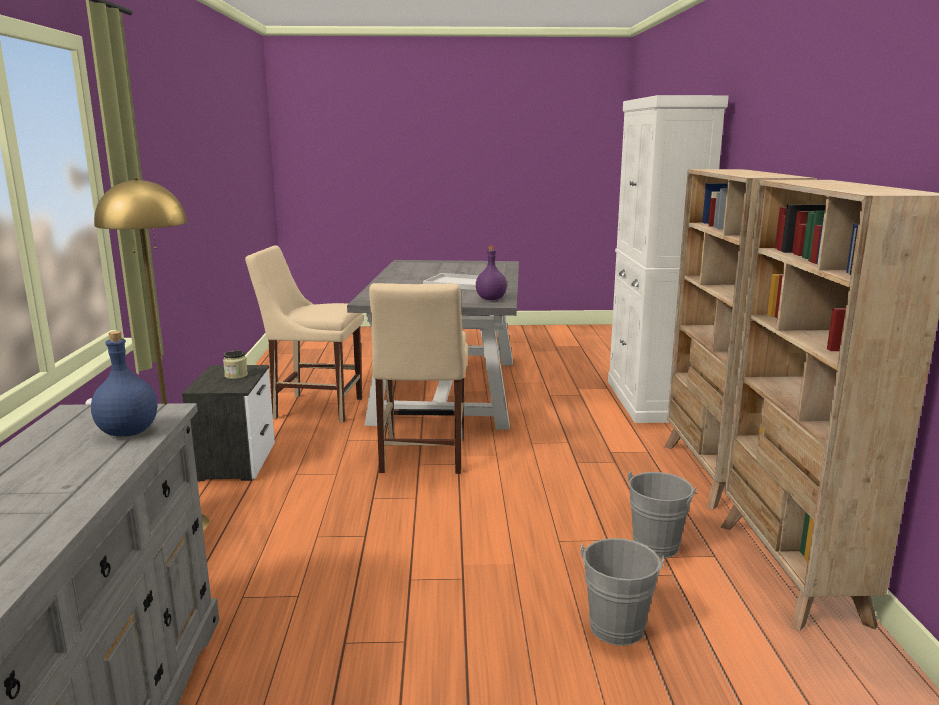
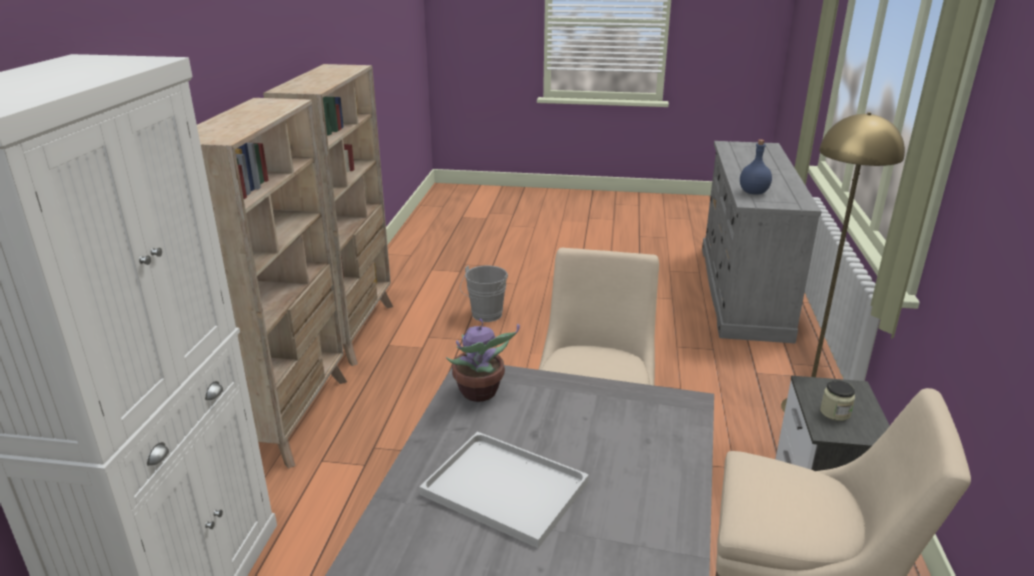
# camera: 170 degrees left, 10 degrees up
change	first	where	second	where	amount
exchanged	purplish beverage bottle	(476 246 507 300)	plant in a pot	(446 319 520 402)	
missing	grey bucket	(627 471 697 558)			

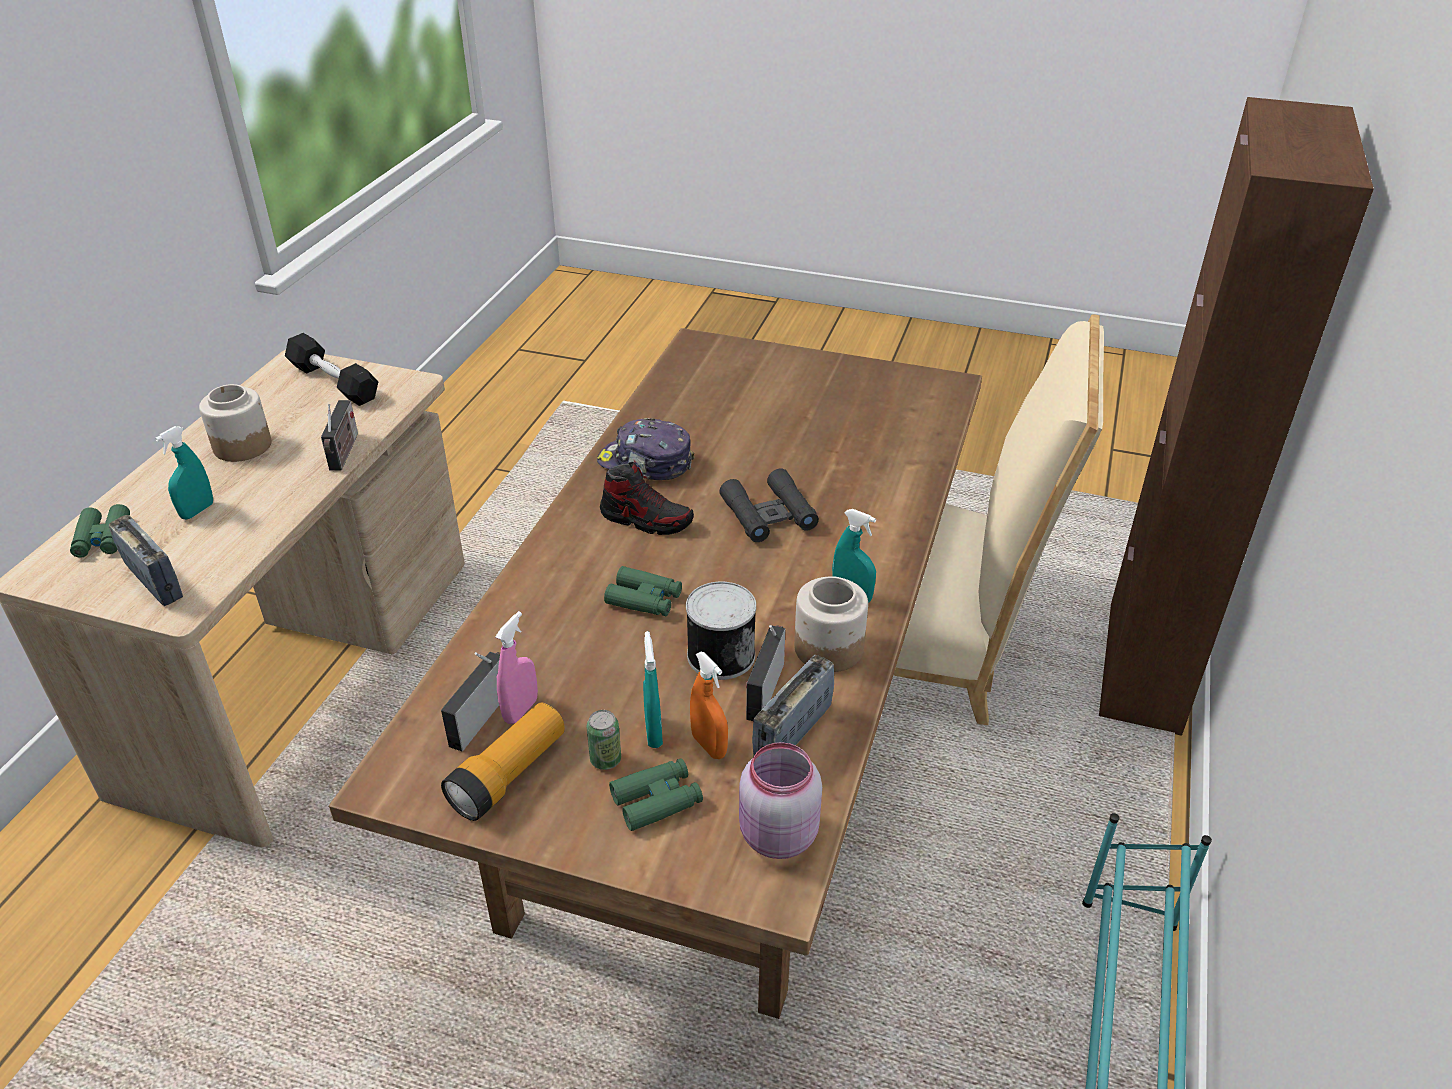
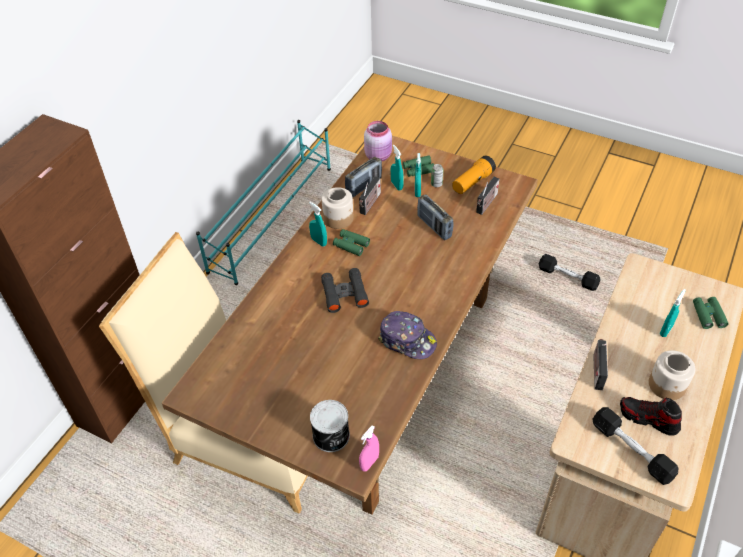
# camera: 170 degrees left, 10 degrees up
change	first	where	second	where	amount
relocated	low shoe	(600 462 694 535)		(620 397 682 436)	
relocated	radio	(108 515 183 606)		(417 194 453 240)	
relocated	green-coloured field glasses	(604 566 682 616)		(333 229 370 256)	
relocated	can	(686 582 756 680)		(310 400 350 452)	
relocated	pink-coloured sprayer	(495 611 538 724)		(359 425 379 472)	
colour	orangey sprayer	(690 652 728 759)	turquoise sprayer	(391 145 404 191)	
appeared			black-coloured hand weight	(539 254 601 291)	

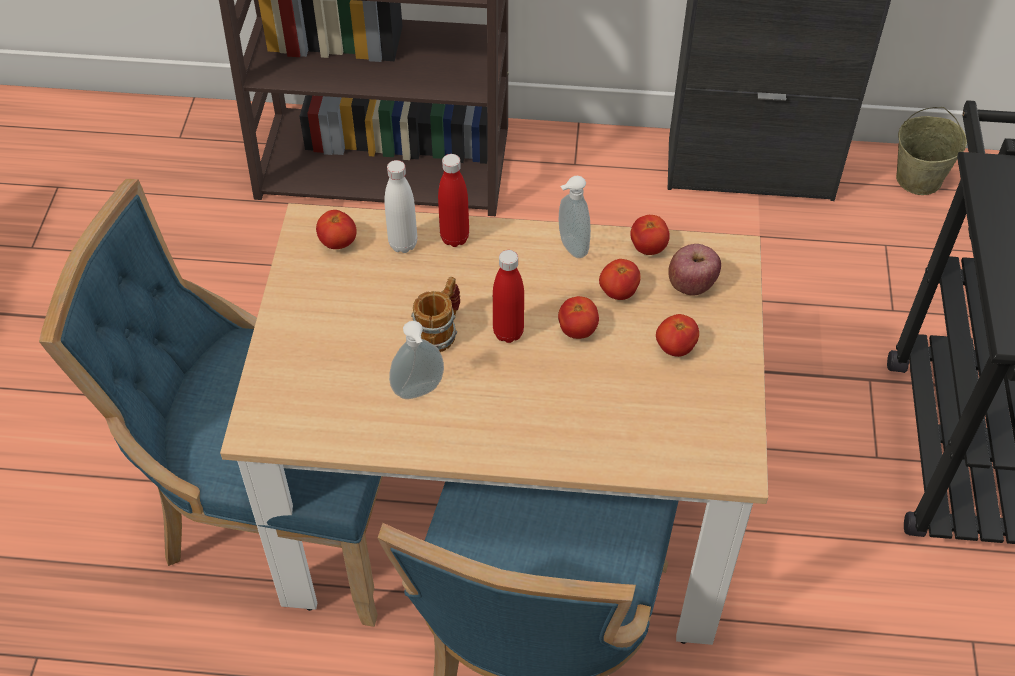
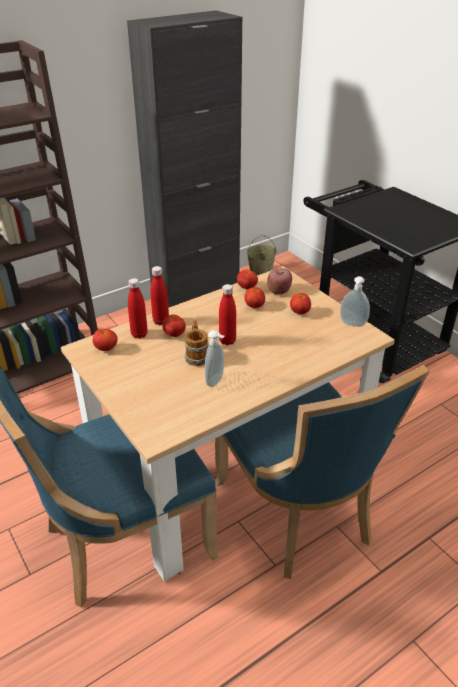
# camera: 40 degrees left, 15 degrees down
change	first	where	second	where	amount
colour	whitish beverage bottle	(384 160 417 253)	red-coloured beverage bottle	(128 278 148 339)	
relocated	soap dispenser	(559 175 591 258)		(340 276 370 327)	
relocated	tomato	(558 296 599 339)		(162 314 186 337)	

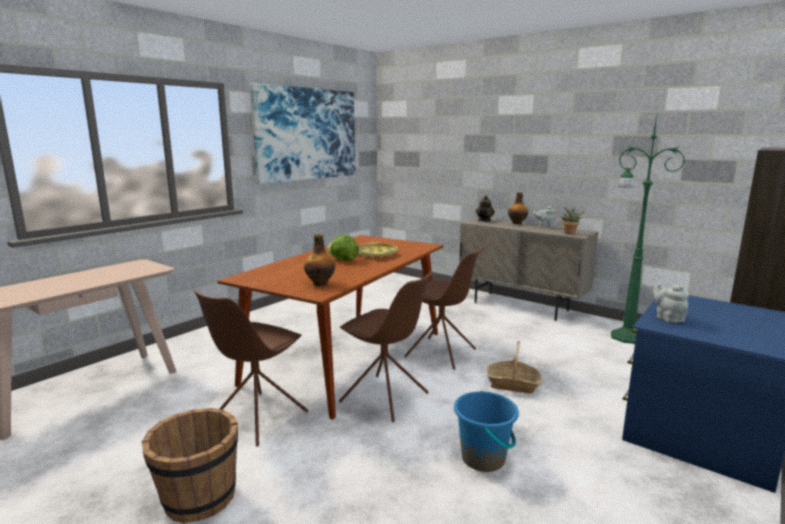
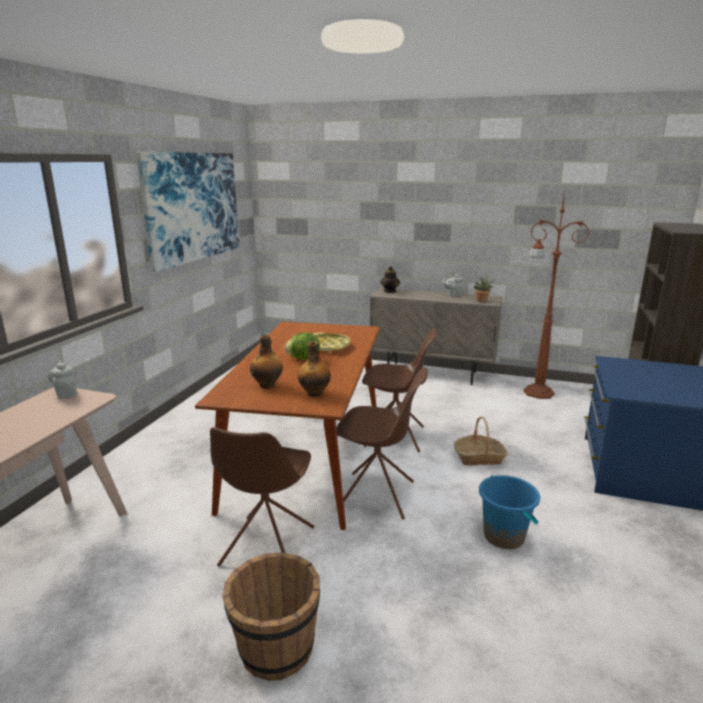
# camera: 20 degrees left, 5 degrees up
change	first	where	second	where	amount
colour	green-coloured floor lamp	(611 114 685 344)	brownish floor lamp	(524 192 589 399)	
relocated	beverage bottle	(508 192 528 224)		(250 335 283 388)	
relocated	grey tea pot	(653 284 689 323)		(48 361 77 399)	

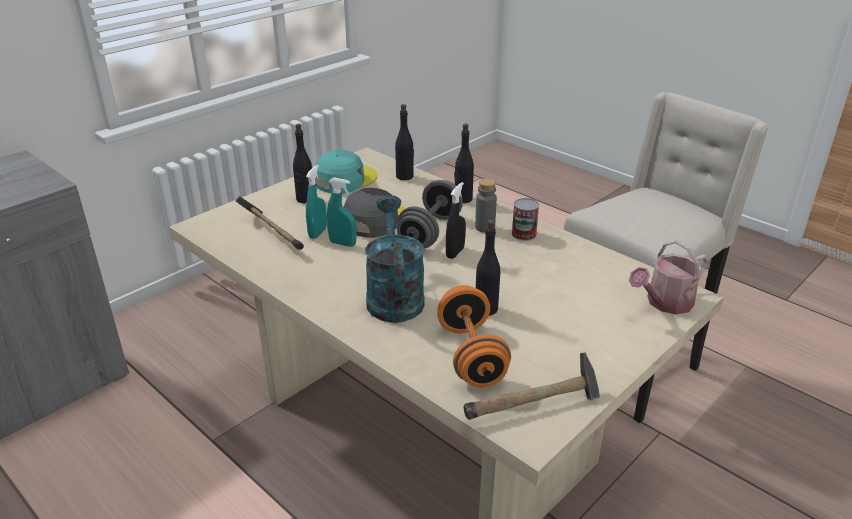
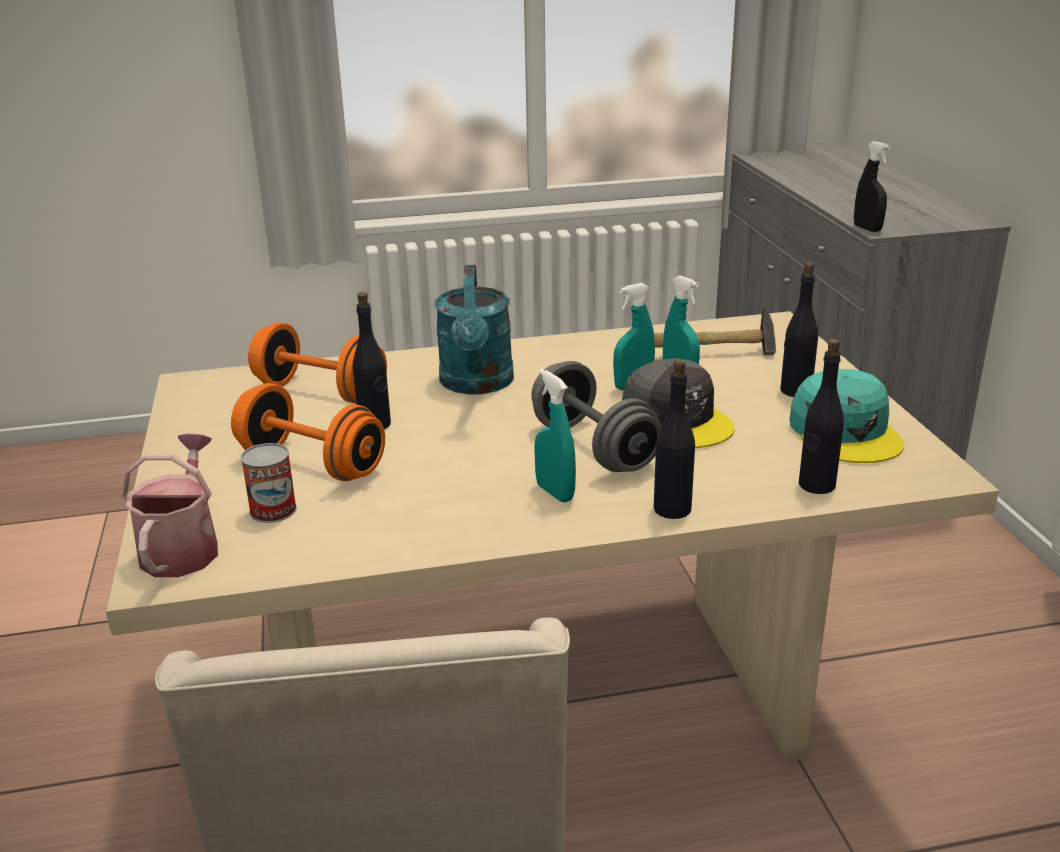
# camera: 125 degrees right, 5 degrees down
change	first	where	second	where	amount
exchanged	grey beverage bottle	(475 178 497 233)	turquoise sprayer	(534 369 576 502)	
relocated	black-coloured sprayer	(446 182 466 259)		(854 141 890 232)	
spun	turquoise watering can	(365 195 425 323)		(434 265 514 395)	60 degrees clockwise
relocated	can	(512 198 539 241)		(241 443 297 523)	
missing	hammer	(464 353 600 420)			
appeared			orangey hand weight	(231 383 385 481)	

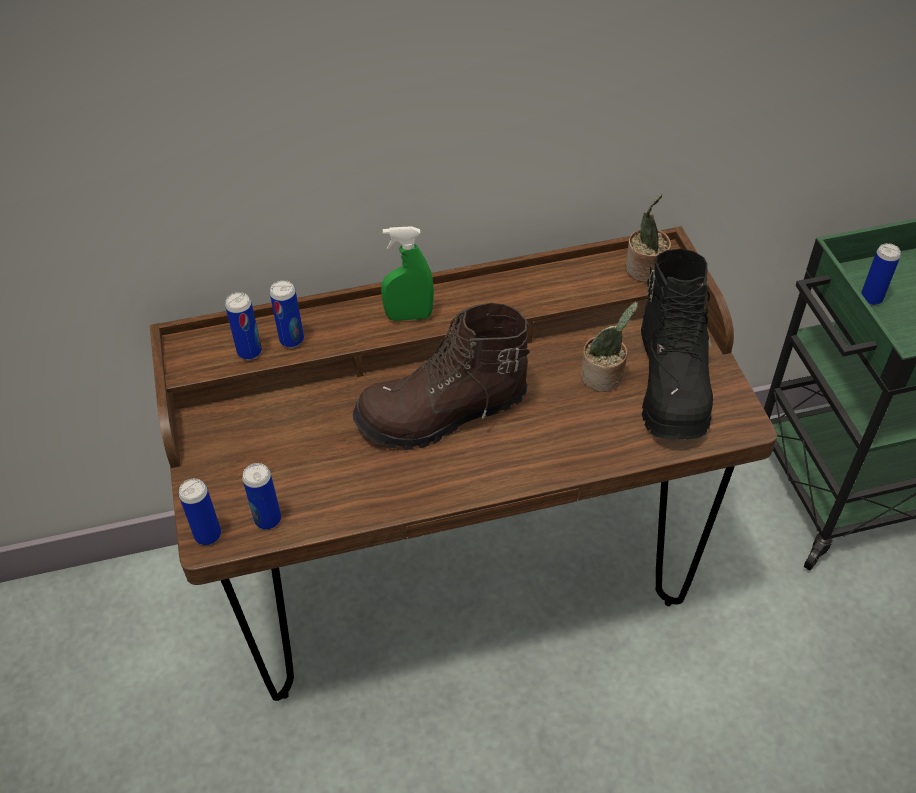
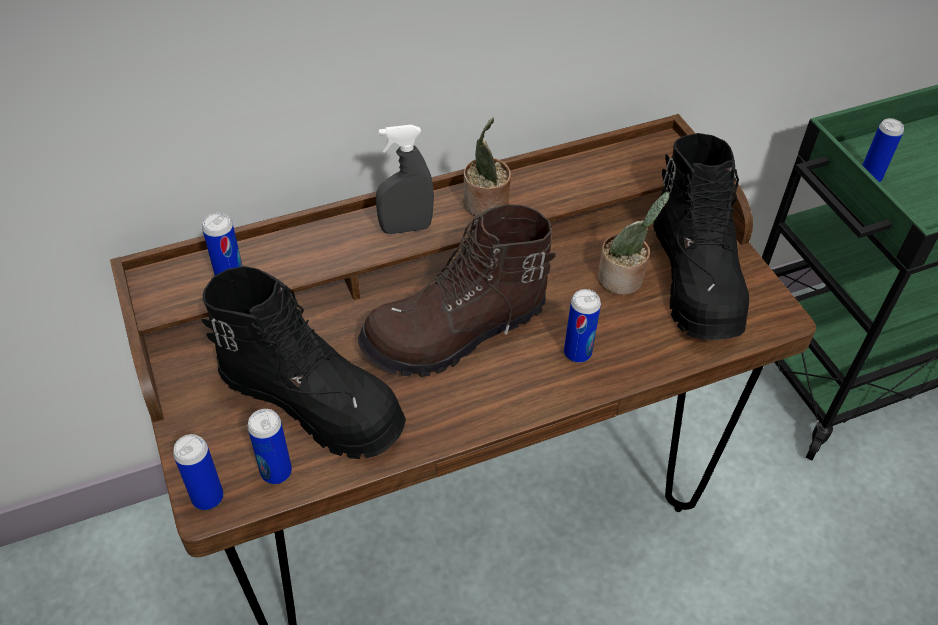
# camera: 10 degrees left, 0 degrees up
change	first	where	second	where	amount
relocated	plant in a pot	(625 194 671 282)		(463 118 511 216)	
colour	green-coloured sprayer	(381 226 434 321)	grey sprayer	(376 125 434 234)	
relocated	can	(270 280 304 348)		(564 289 601 363)	
appeared			black-coloured high-top boot	(202 266 406 459)	

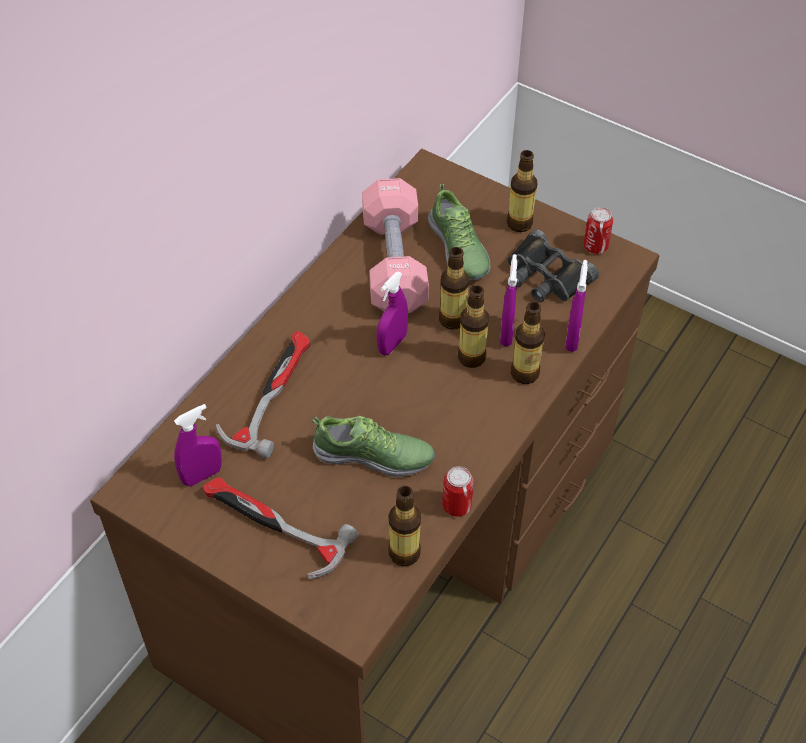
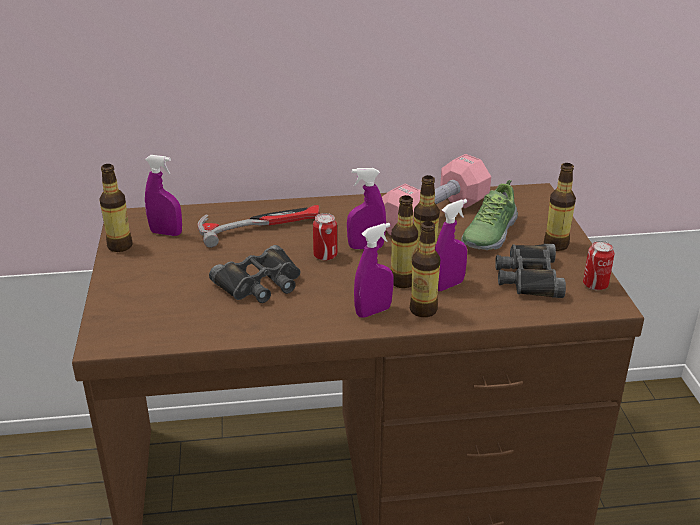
# camera: 50 degrees right, 20 degrees down
change	first	where	second	where	amount
relocated	purplish sprayer	(565 260 588 352)		(354 223 393 317)	
exchanged	low shoe	(312 416 435 477)	black-coloured field glasses	(209 245 300 303)	
relocated	can	(442 466 474 517)		(313 213 337 260)	
missing	hammer	(203 477 359 579)			
relocated	beverage bottle	(388 486 421 567)		(99 164 133 252)	

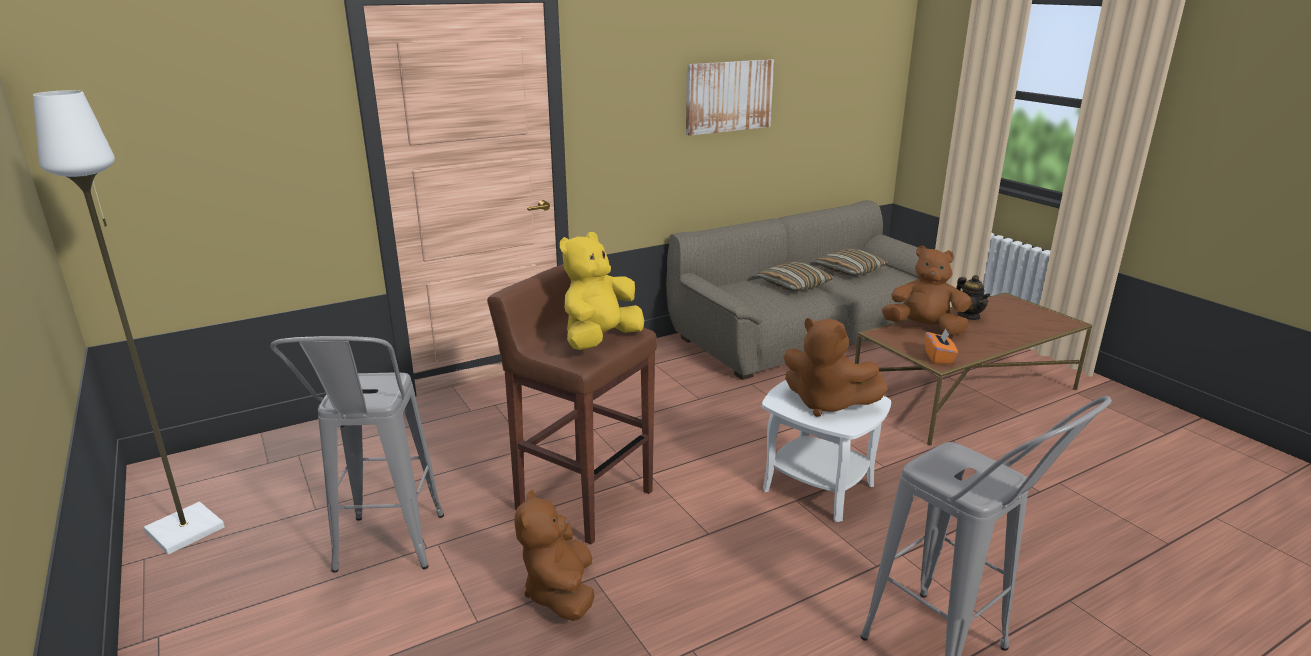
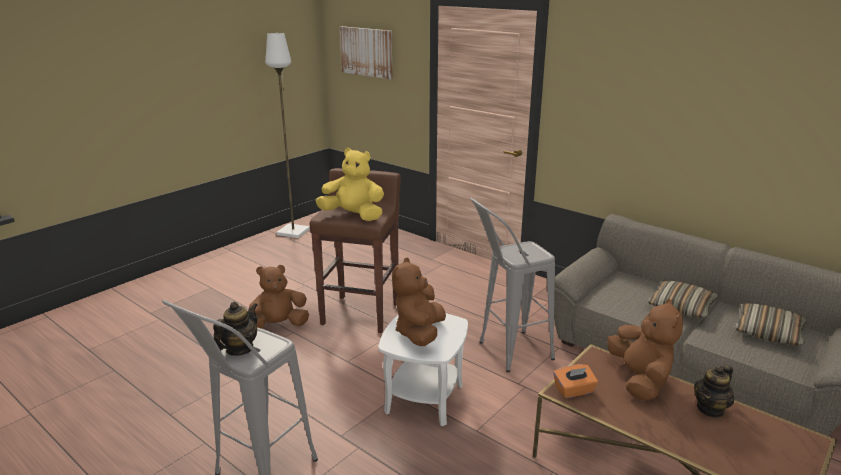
# camera: 70 degrees right, 0 degrees up
change	first	where	second	where	amount
relocated	wall art	(686 59 774 136)		(340 26 393 79)	
relocated	grey stool	(271 336 444 573)		(470 197 555 372)	
appeared			tea pot	(213 302 258 356)	

